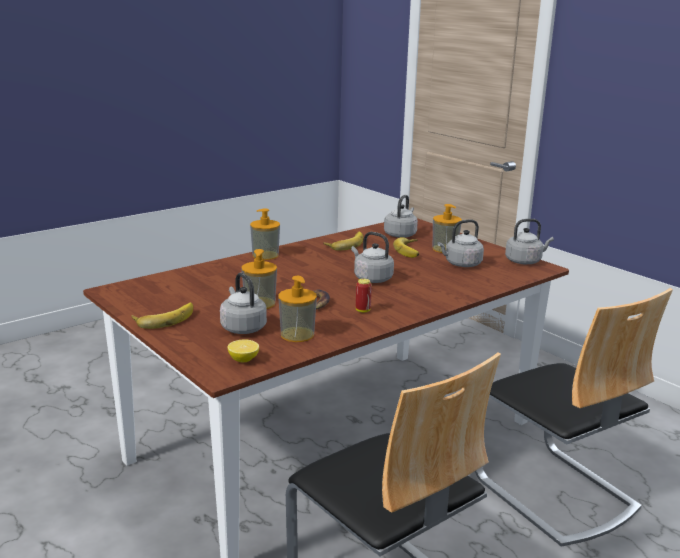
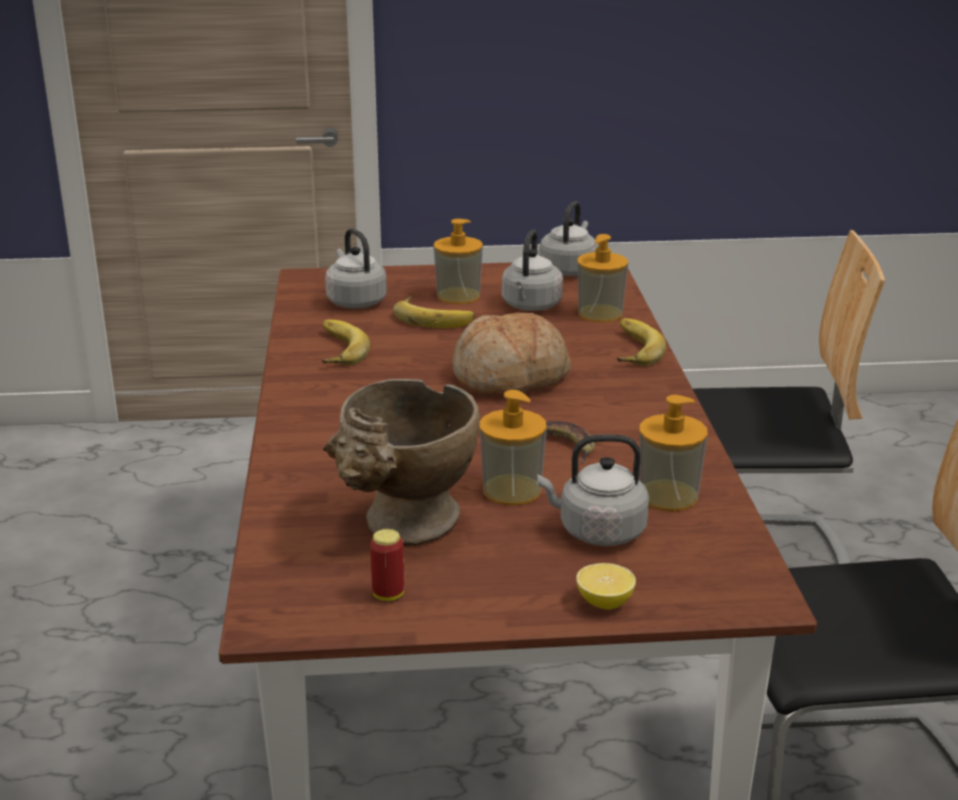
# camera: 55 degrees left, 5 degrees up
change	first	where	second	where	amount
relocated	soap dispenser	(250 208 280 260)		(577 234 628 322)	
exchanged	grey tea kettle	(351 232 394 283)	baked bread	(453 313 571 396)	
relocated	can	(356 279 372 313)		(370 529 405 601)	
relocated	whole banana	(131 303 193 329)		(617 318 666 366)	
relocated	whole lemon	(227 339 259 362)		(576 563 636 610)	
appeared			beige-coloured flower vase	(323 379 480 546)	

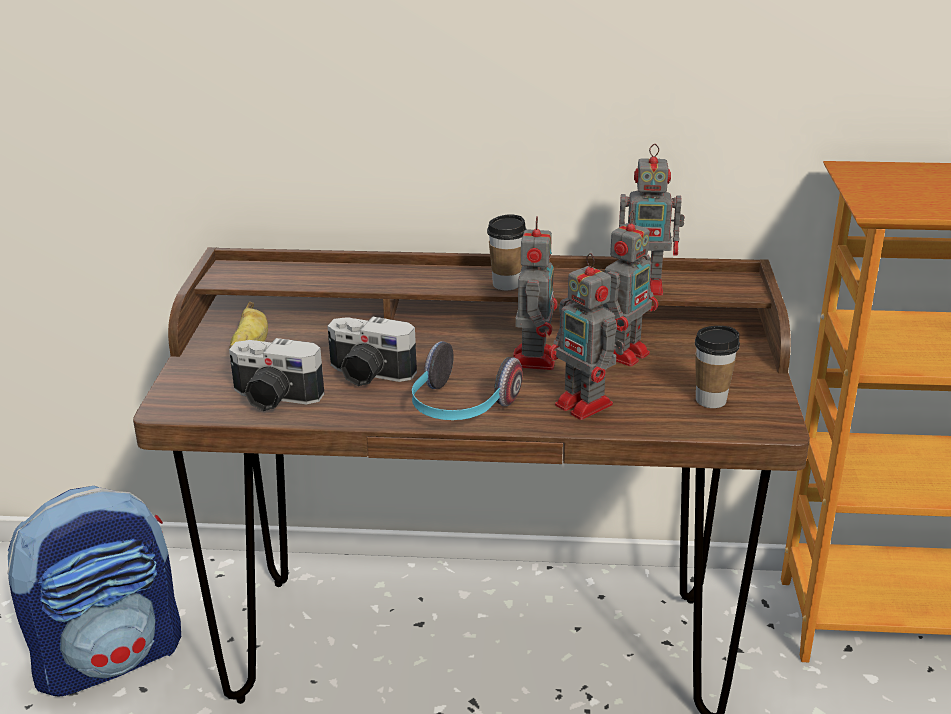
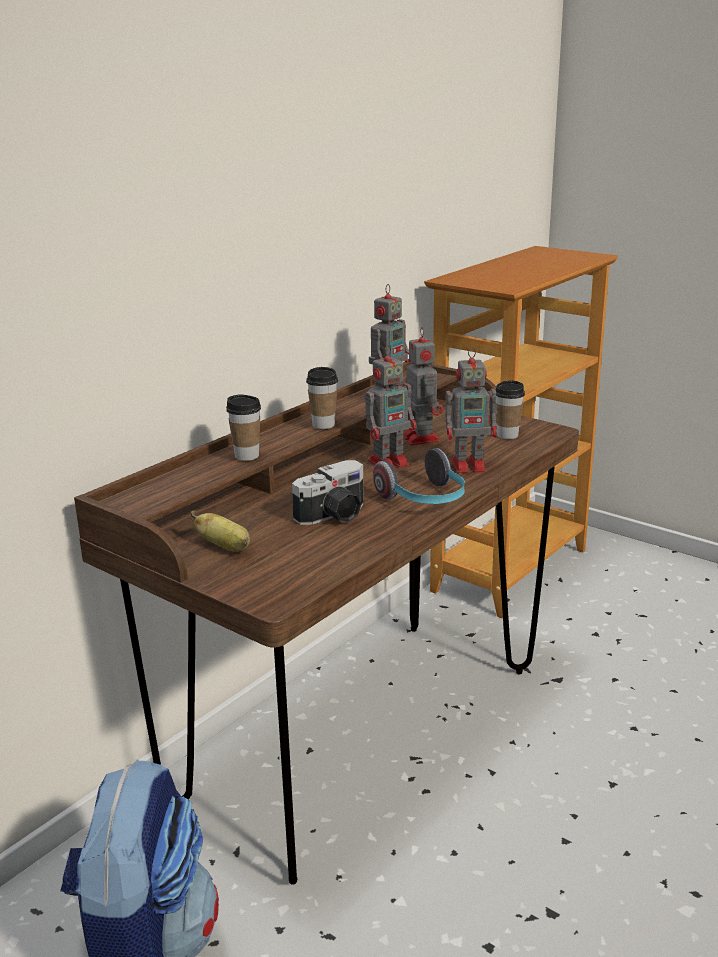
# camera: 55 degrees left, 5 degrees down
change	first	where	second	where	amount
spun	model robot	(513 216 558 370)		(365 345 417 469)	105 degrees clockwise
missing	still camera	(229 338 325 411)			
appeared			cup	(226 395 261 461)	

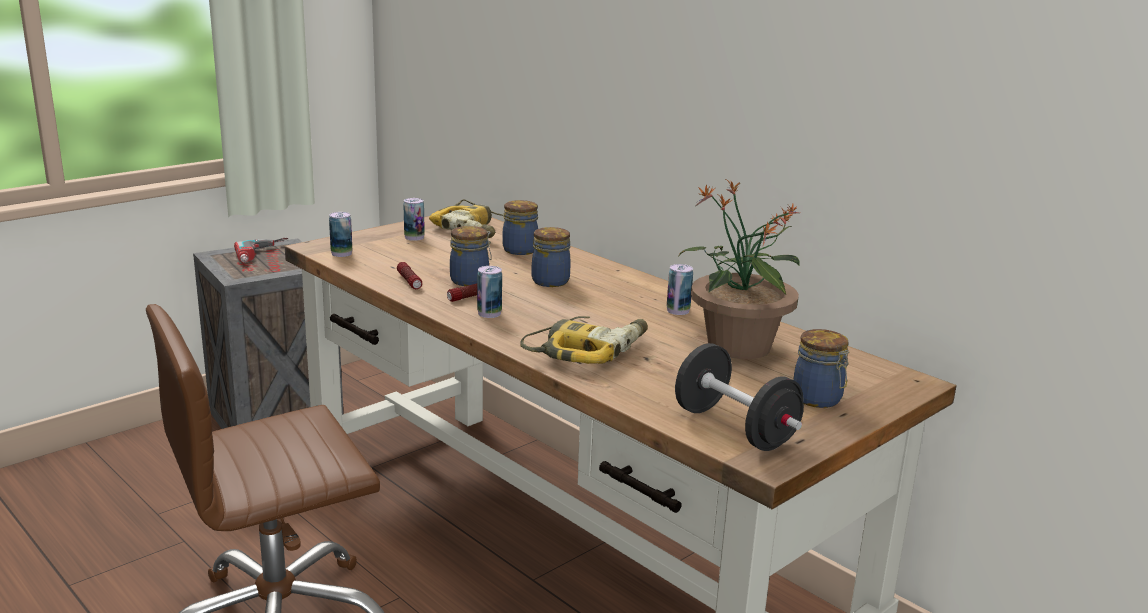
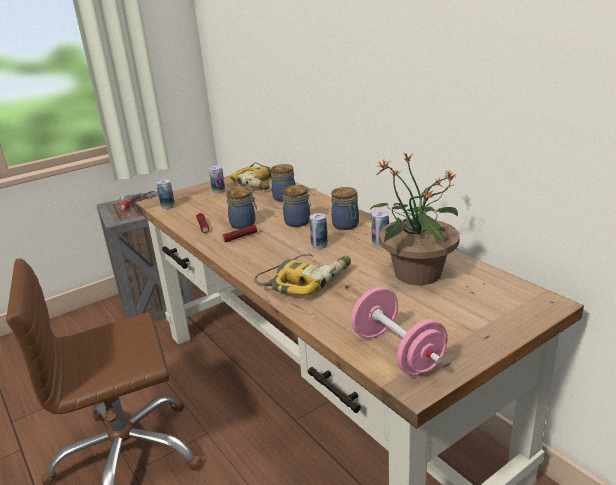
# camera: 10 degrees right, 5 degrees up
change	first	where	second	where	amount
relocated	can	(477 266 502 318)		(309 213 328 249)	
relocated	preserve jar	(793 329 849 408)		(331 187 359 230)	
colour	black-coloured hand weight	(675 343 804 451)	pink-coloured hand weight	(351 287 448 376)	

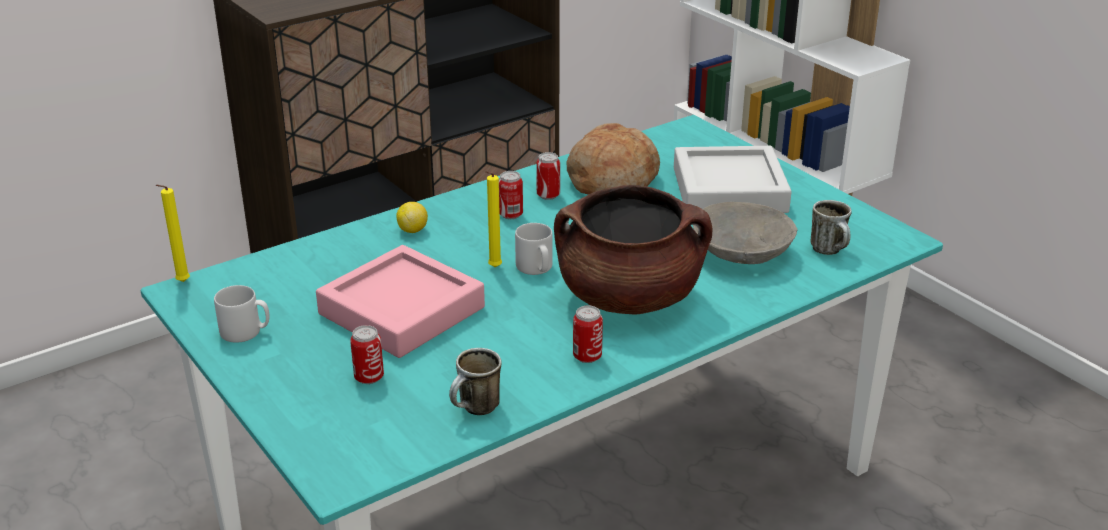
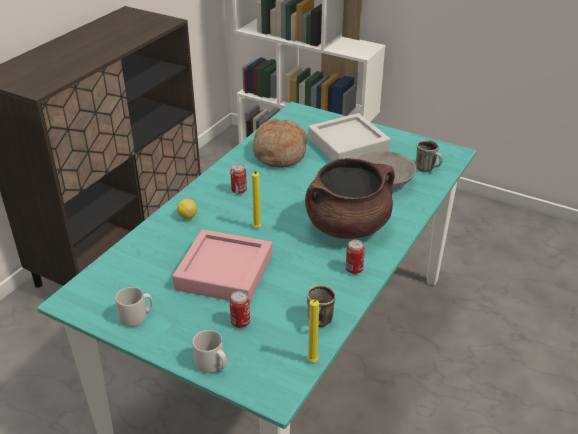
# camera: 25 degrees left, 5 degrees up
change	first	where	second	where	amount
missing	can	(536 152 560 200)			
relocated	yellow-coloured candle	(156 185 190 282)		(307 299 319 362)	
relocated	grey coffee mug	(515 223 553 275)		(192 330 227 373)	

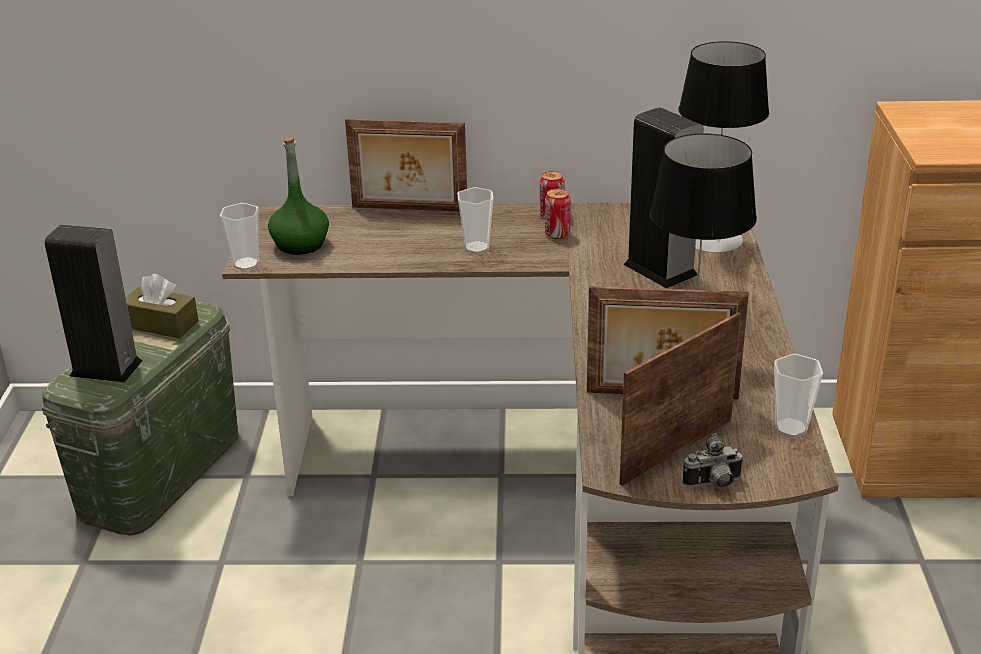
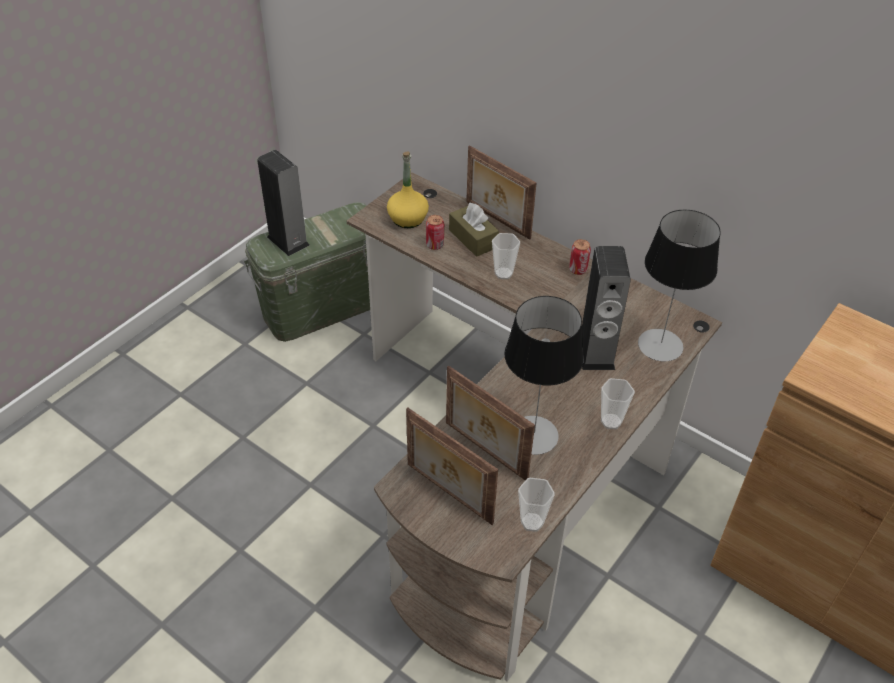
# camera: 35 degrees right, 15 degrees up
change	first	where	second	where	amount
colour	green-coloured beverage bottle	(268 136 329 255)	yellow-coloured beverage bottle	(387 152 429 228)	
relocated	can	(545 189 571 239)		(426 215 444 250)	
relocated	cup	(220 203 259 270)		(601 378 635 429)	
relocated	brownish box of tissues	(126 274 198 338)		(449 202 499 257)	
spun	standing frame	(620 312 741 486)		(406 408 498 525)	135 degrees counterclockwise
missing	still camera	(682 433 744 488)			

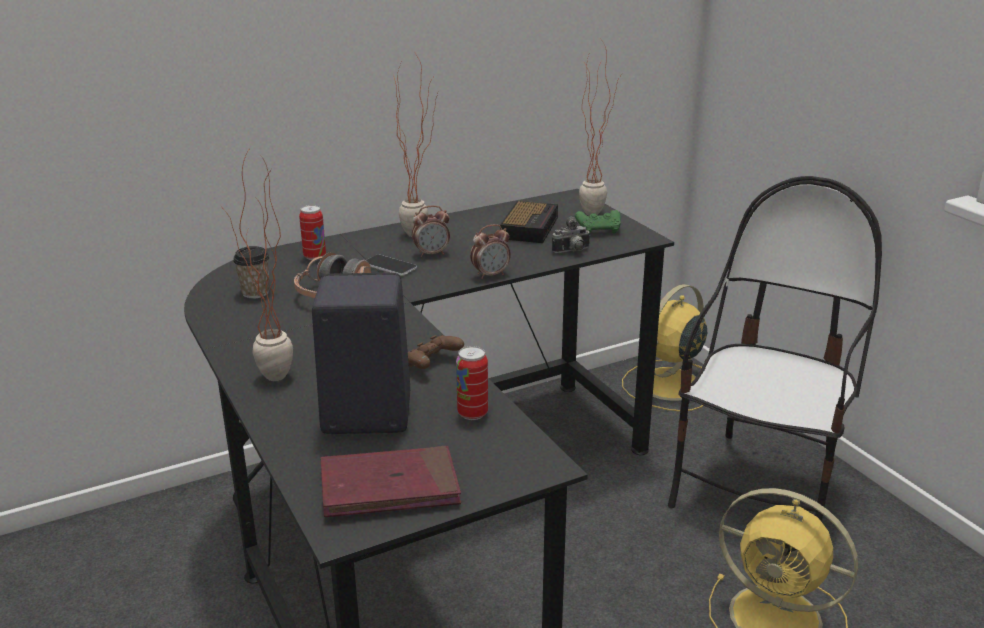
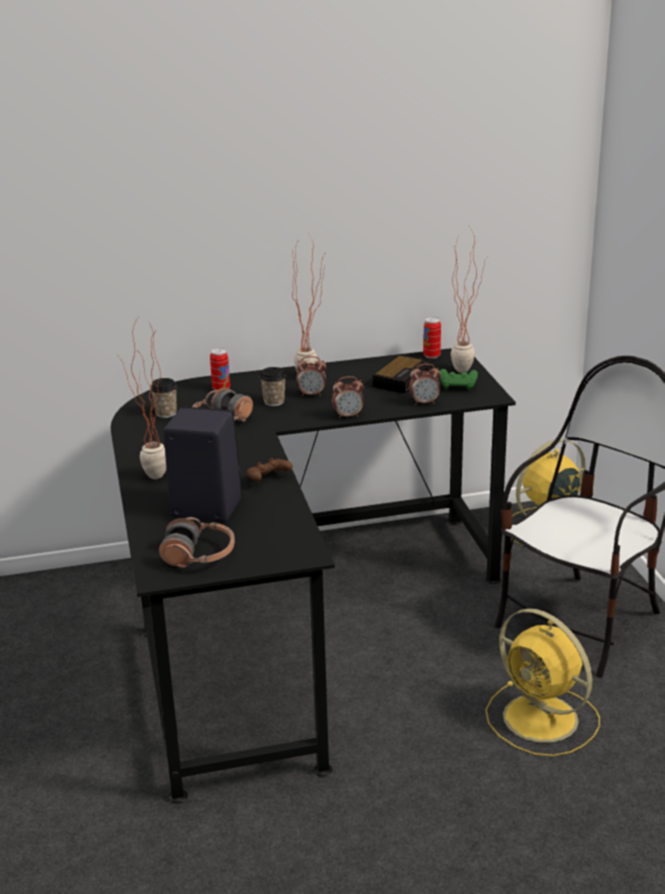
# camera: 15 degrees right, 0 degrees up
change	first	where	second	where	amount
exchanged	still camera	(552 216 591 253)	bedside clock	(409 364 441 405)	
exchanged	telephone	(366 254 417 276)	cup	(260 367 286 406)	
relocated	can	(456 346 488 420)		(423 317 441 359)	
exchanged	red-coloured book	(321 446 461 517)	pair of headphones	(159 517 235 568)	

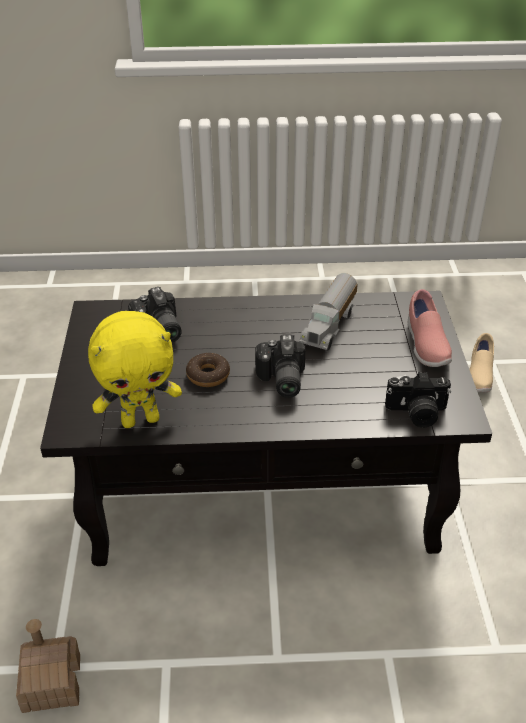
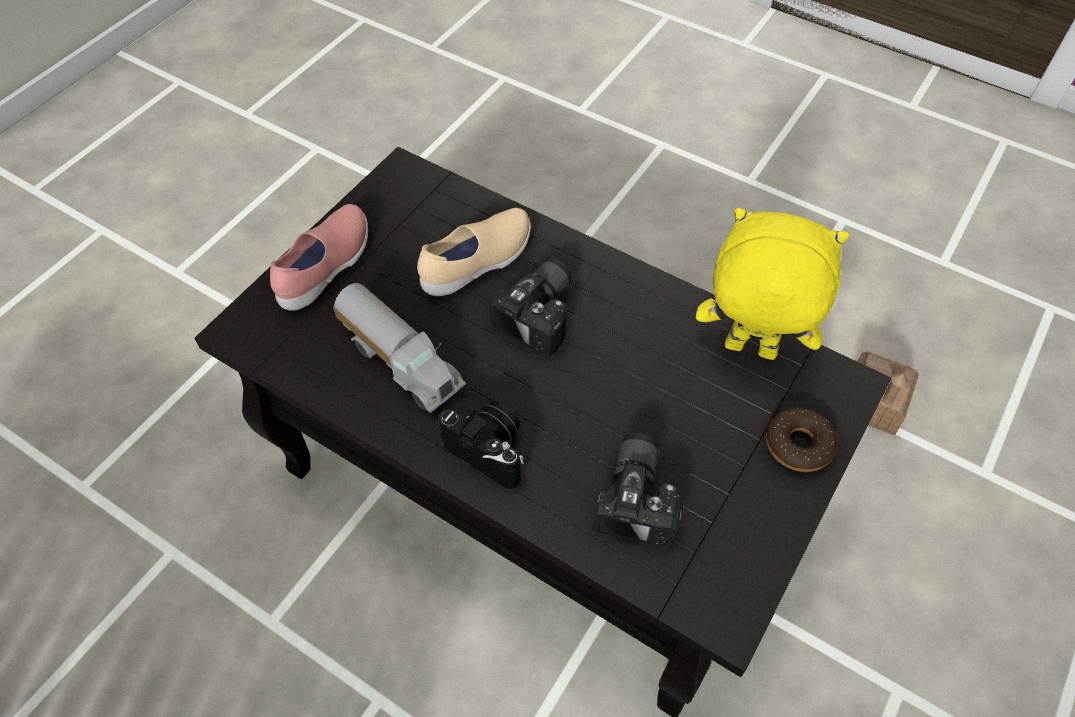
# camera: 145 degrees left, 15 degrees up
change	first	where	second	where	amount
spun	toy truck	(299 273 358 351)		(333 283 466 413)	75 degrees clockwise
relocated	beige-coloured low shoe	(469 333 494 392)		(417 208 531 296)	
relocated	doughnut	(186 353 230 387)		(766 408 838 472)	
relocated	still camera	(385 372 451 428)		(438 401 524 489)	

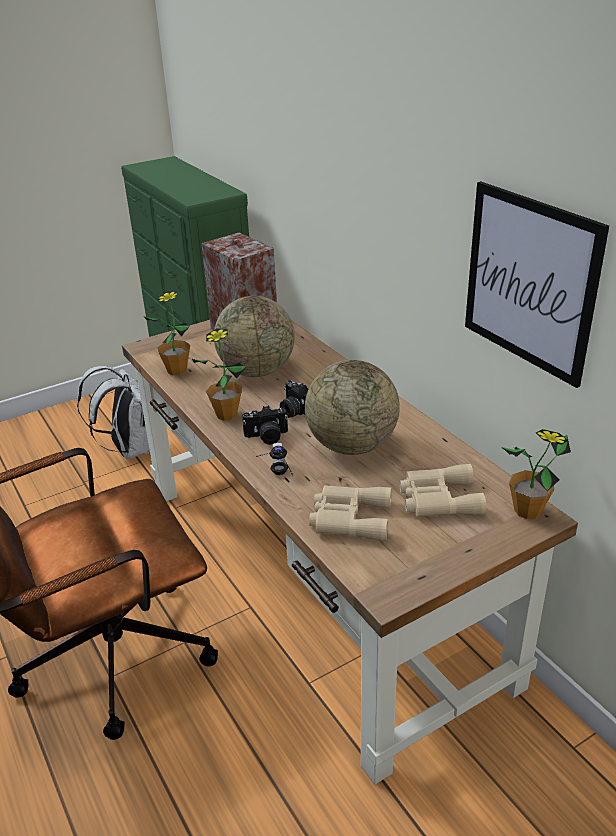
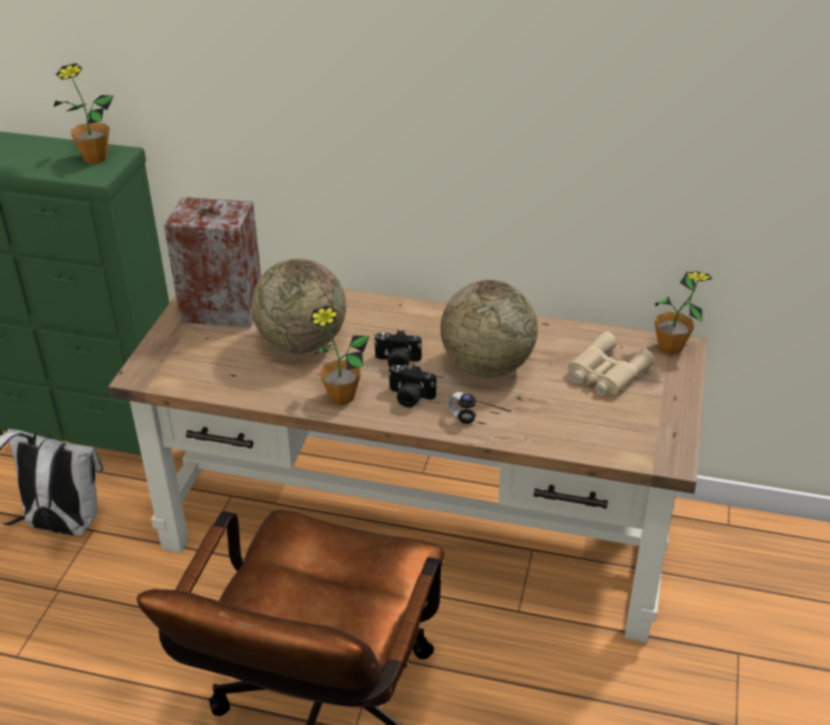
# camera: 45 degrees left, 5 degrees up
change	first	where	second	where	amount
missing	wall art	(465 181 609 388)			
relocated	plant in a pot	(143 291 190 375)		(54 63 114 164)	
spun	still camera	(242 405 288 445)		(388 365 436 408)	75 degrees clockwise
missing	beige-coloured field glasses	(309 485 391 541)			

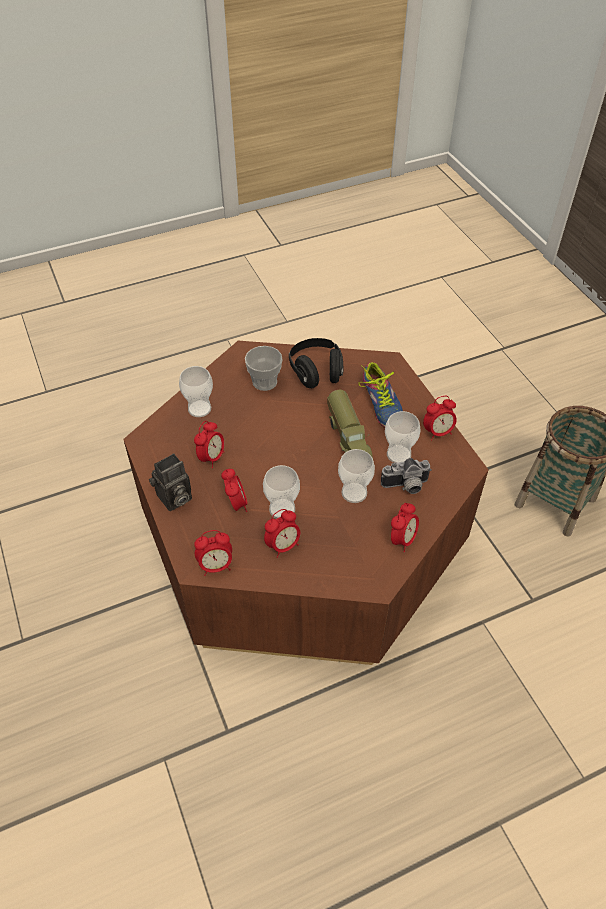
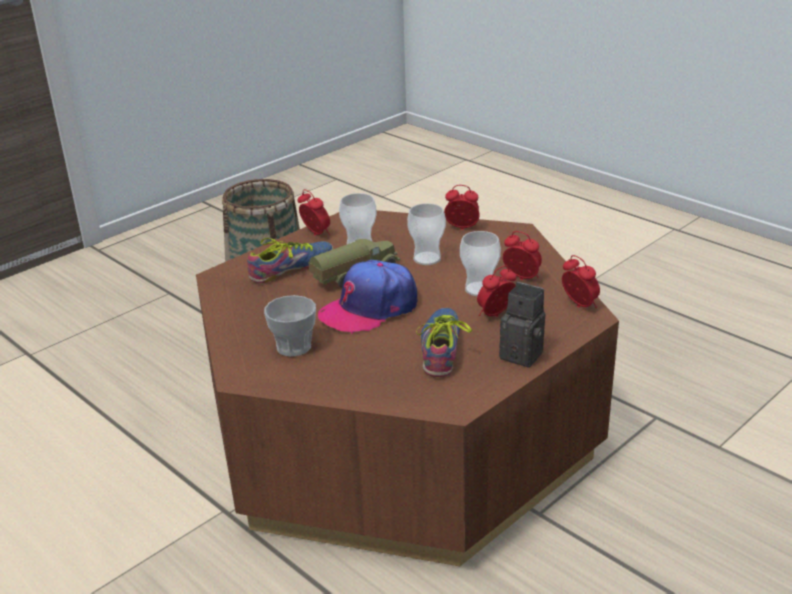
# camera: 110 degrees left, 20 degrees down
change	first	where	second	where	amount
missing	black-coloured pair of headphones	(289 338 344 388)			
missing	cup	(179 366 213 417)			
exchanged	bedside clock	(194 421 224 468)	low shoe	(416 308 472 377)	
missing	still camera	(381 458 432 494)			
appeared			peaked cap	(318 260 418 334)	

